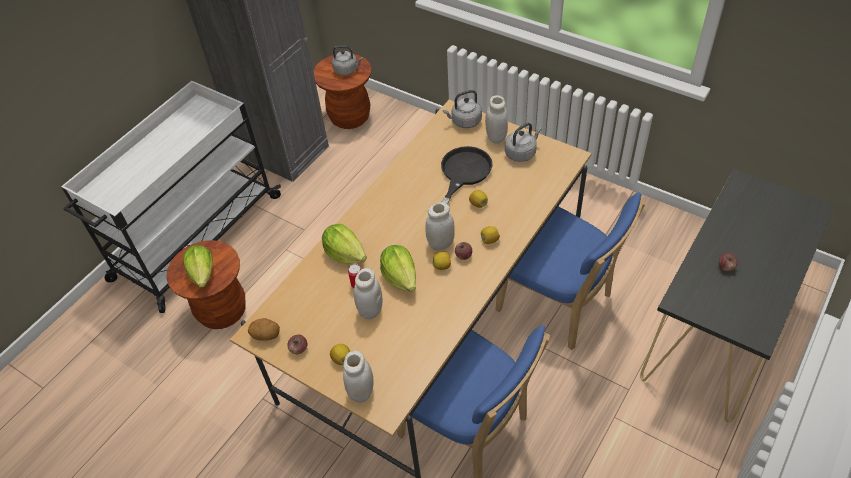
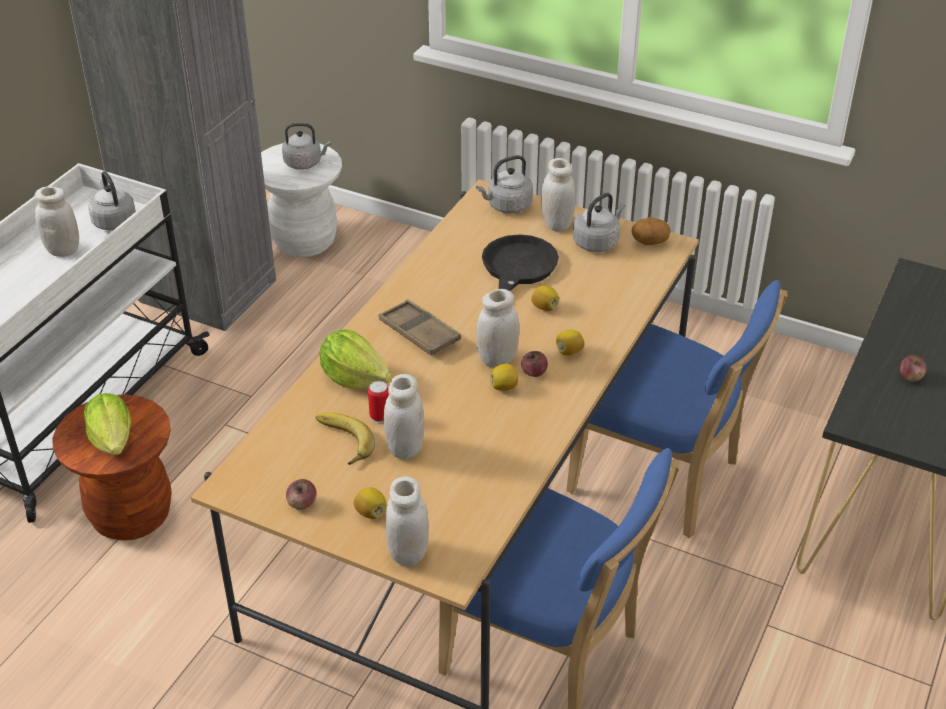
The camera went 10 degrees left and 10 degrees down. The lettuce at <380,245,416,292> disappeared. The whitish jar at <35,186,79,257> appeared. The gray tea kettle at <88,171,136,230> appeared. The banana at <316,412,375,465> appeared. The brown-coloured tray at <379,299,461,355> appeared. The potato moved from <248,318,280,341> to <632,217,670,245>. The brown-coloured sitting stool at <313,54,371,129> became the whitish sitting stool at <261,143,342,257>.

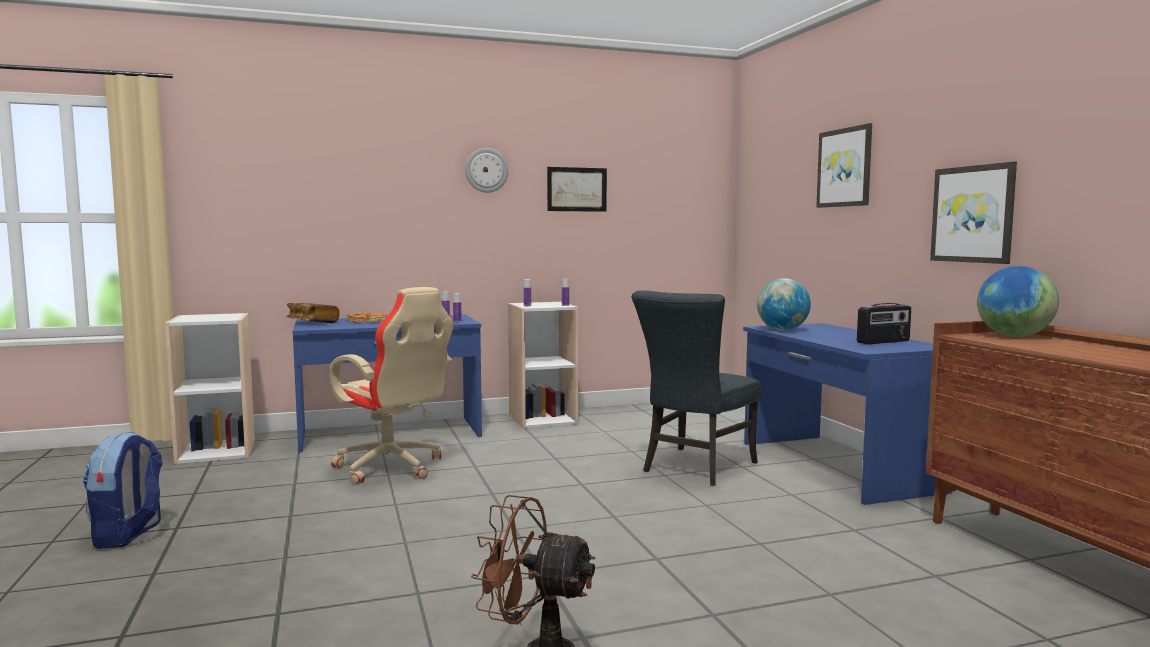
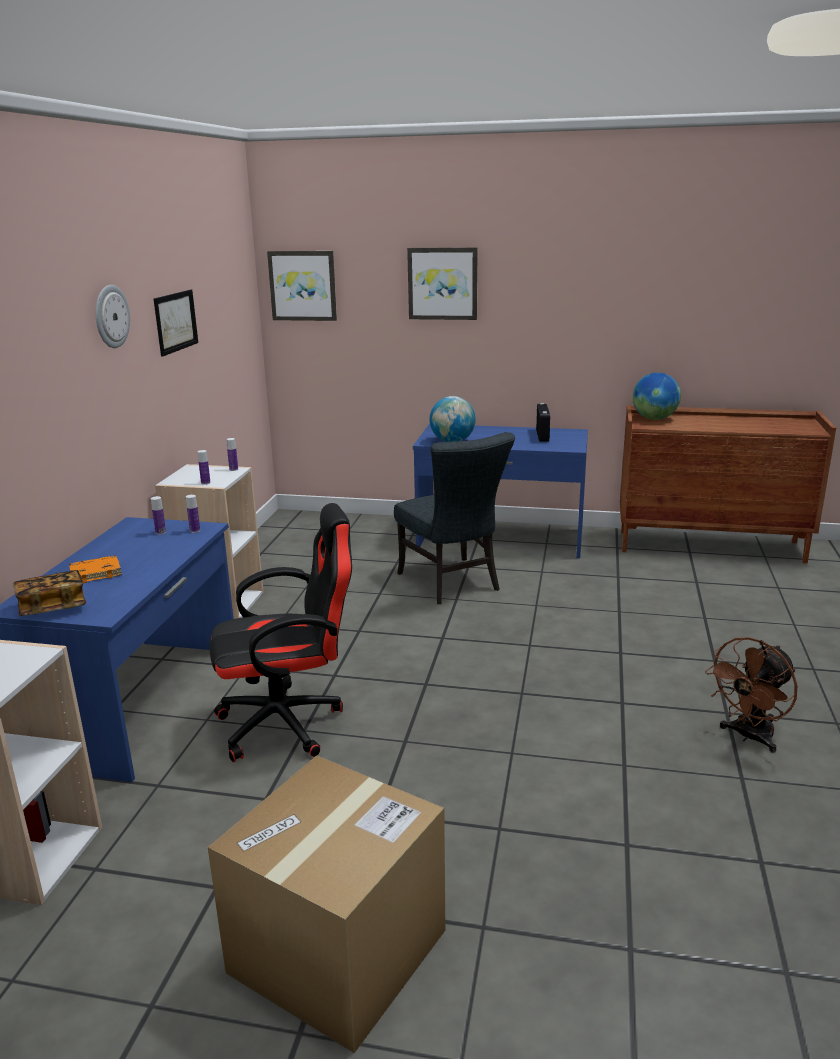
The camera went 60 degrees left and 15 degrees up. The wall picture moved from <930,161,1017,264> to <267,251,337,321>. The rucksack at <82,431,163,549> was replaced by the carton at <208,756,445,1053>. The sand-coloured computer chair at <330,287,453,485> became the blackish computer chair at <210,503,352,762>.

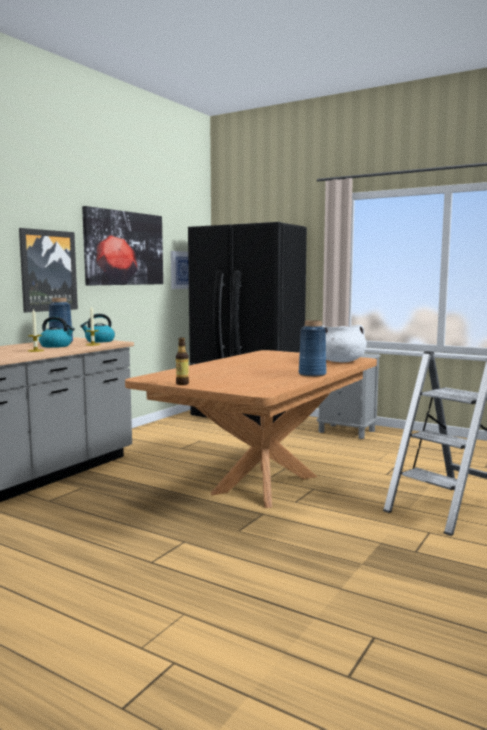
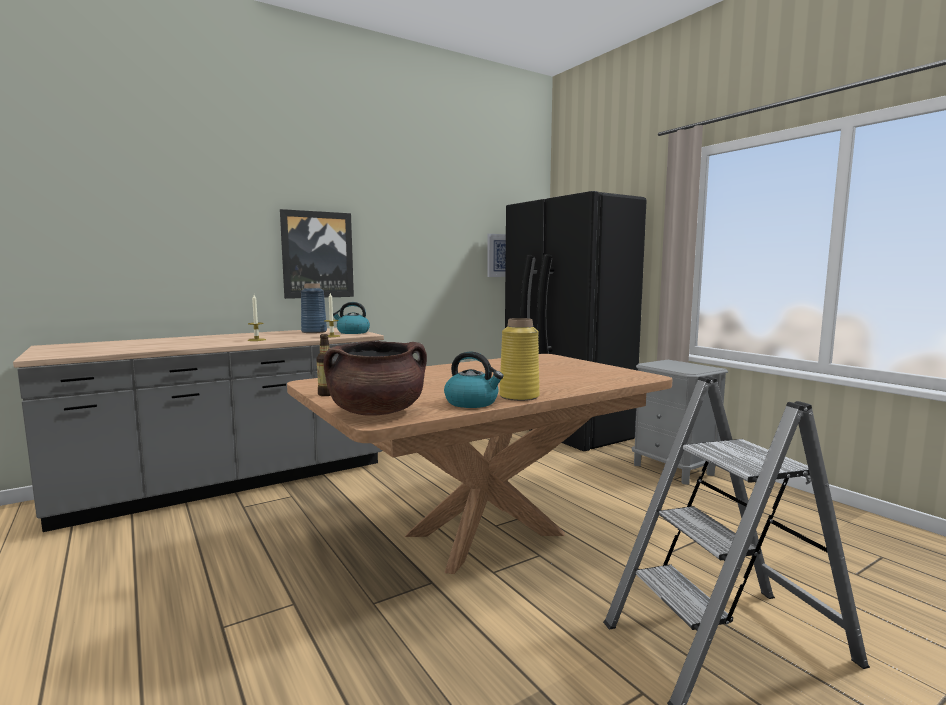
The camera went 25 degrees right and 0 degrees up. The wall picture at <82,206,163,286> disappeared. The whitish saucepot at <322,325,367,362> disappeared. The brown-coloured saucepot at <324,341,427,416> appeared. The tea kettle moved from <39,316,75,348> to <444,352,504,408>. The bluish flower vase at <299,320,326,377> became the yellowish flower vase at <499,318,540,401>.

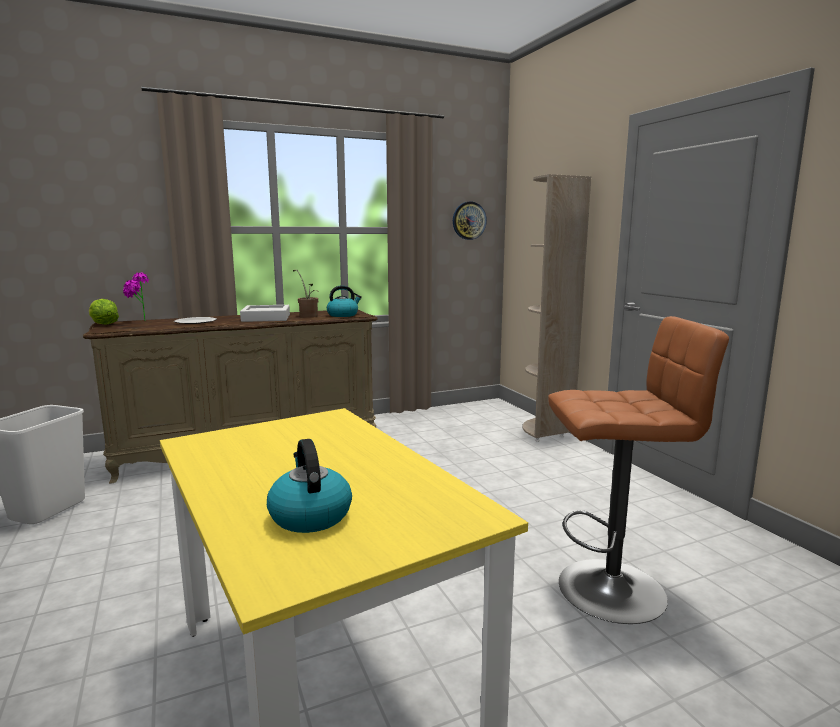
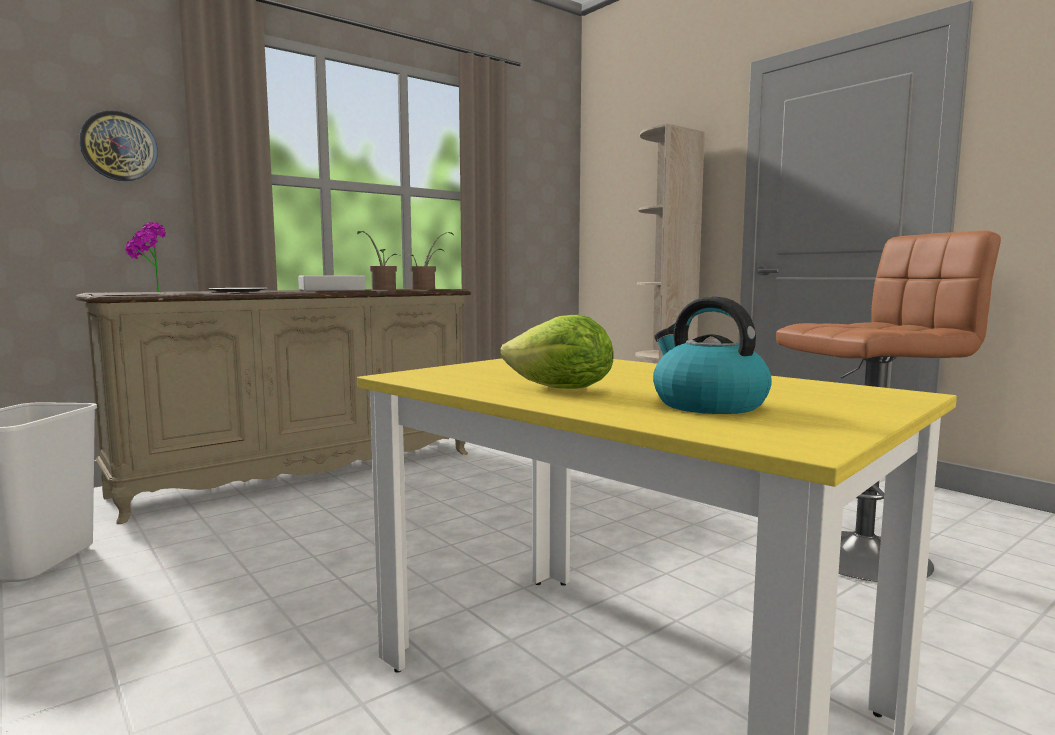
The camera went 15 degrees left and 5 degrees down. The lettuce moved from <89,299,119,325> to <500,315,614,389>. The clock on the wall moved from <453,202,487,240> to <79,111,158,181>. The tea kettle at <327,285,362,317> was replaced by the houseplant at <407,232,454,289>.

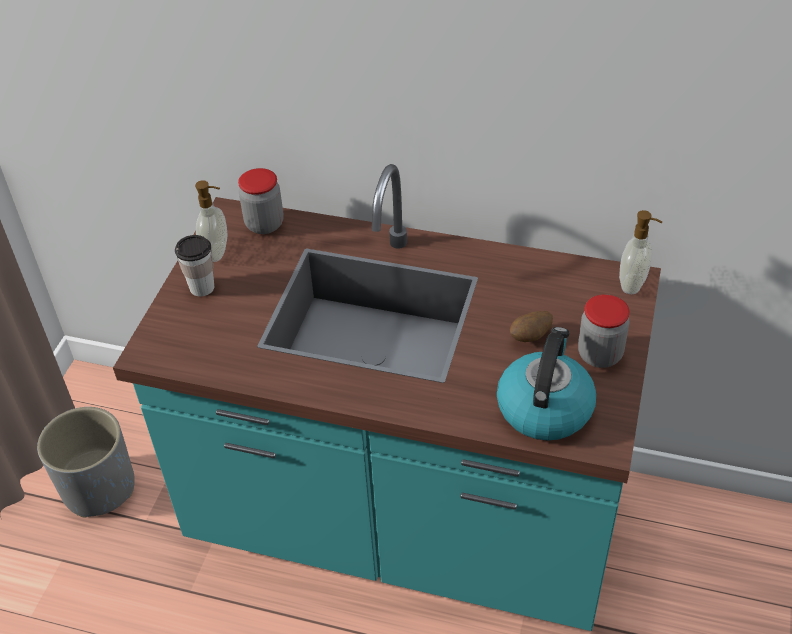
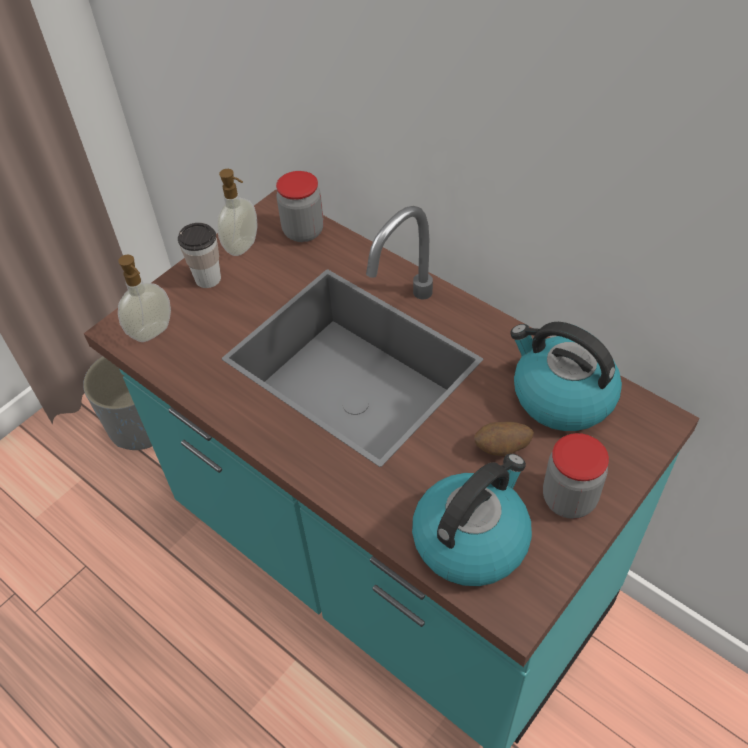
The camera went 25 degrees right and 5 degrees up. The tea kettle at <510,322,622,431> appeared. The soap bottle moved from <619,210,662,294> to <118,255,171,342>.

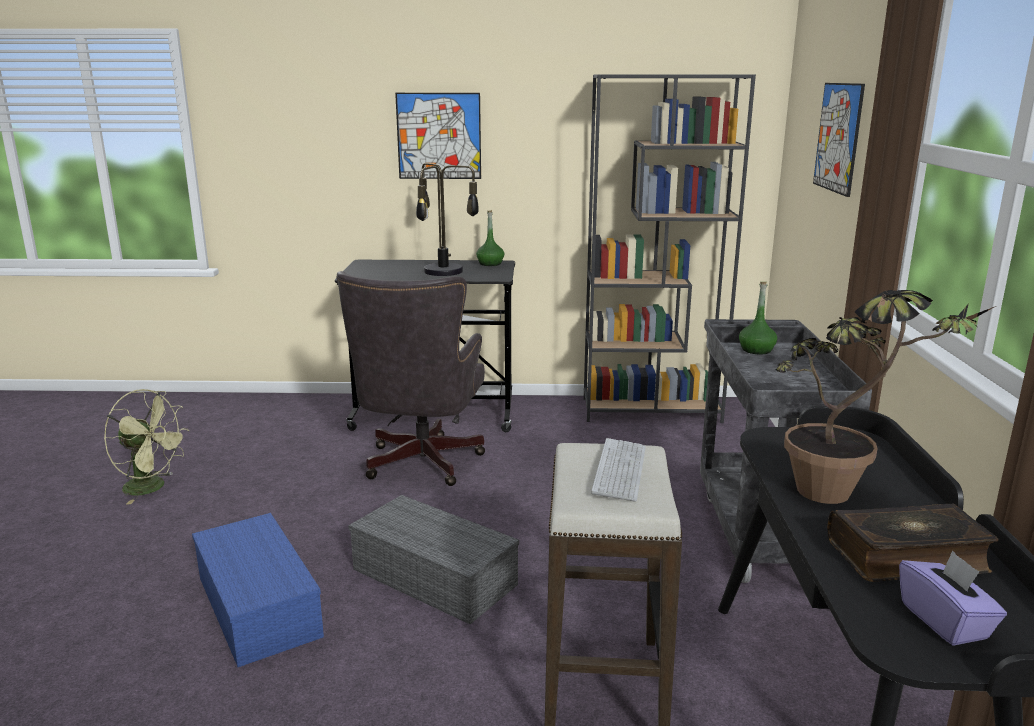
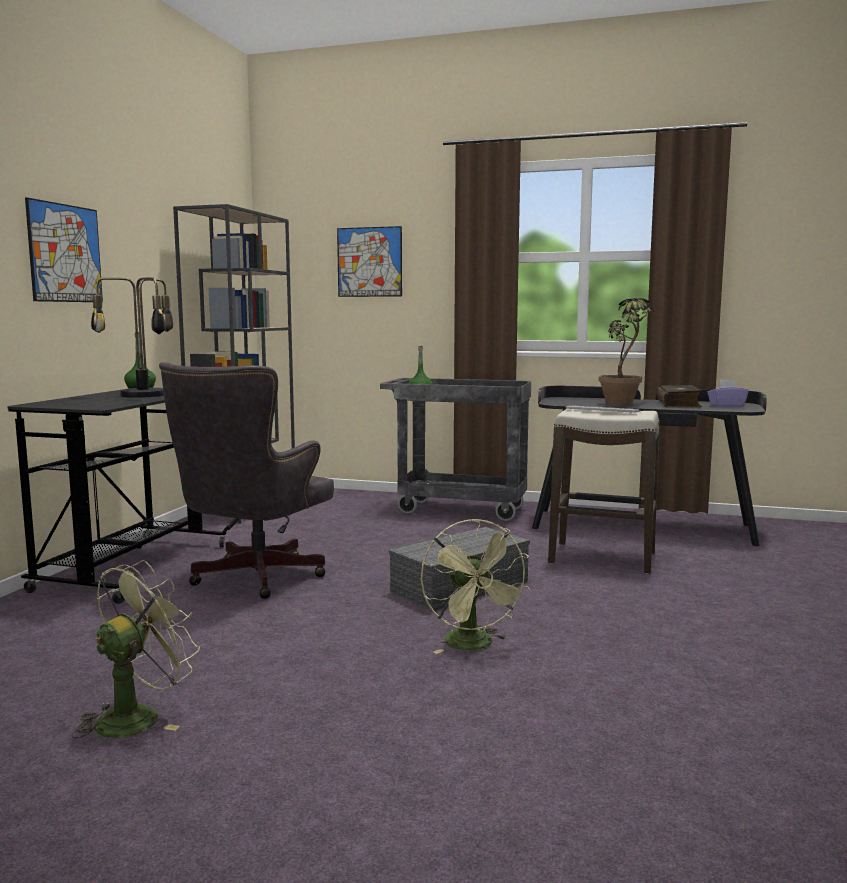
The camera went 75 degrees left and 10 degrees down. The bluish storage bin at <192,513,324,667> was replaced by the green-coloured fan at <421,519,530,654>. The gray computer chair at <337,271,485,486> turned 90 degrees clockwise.

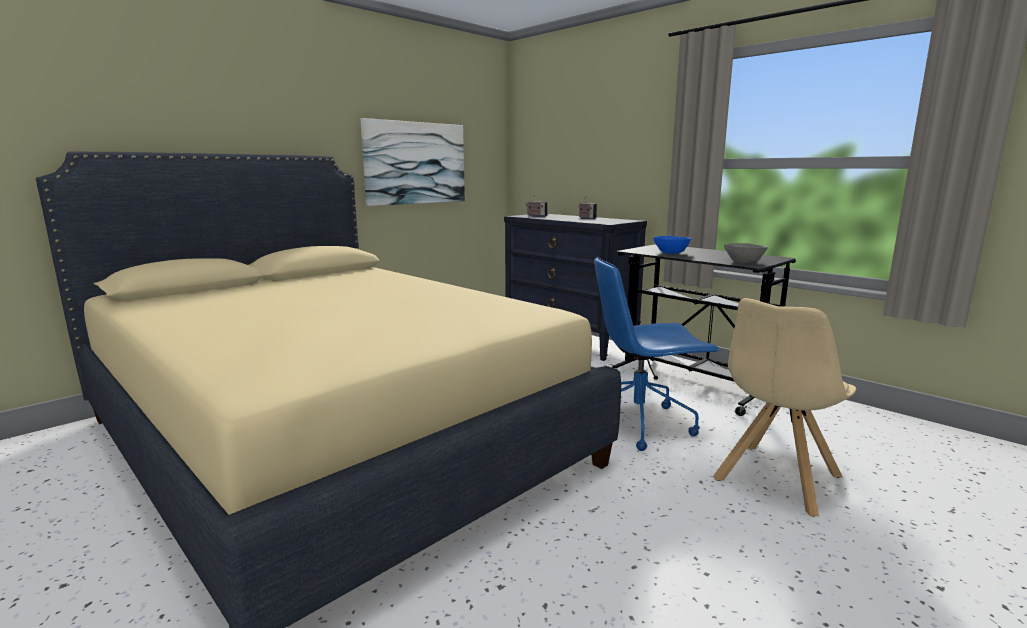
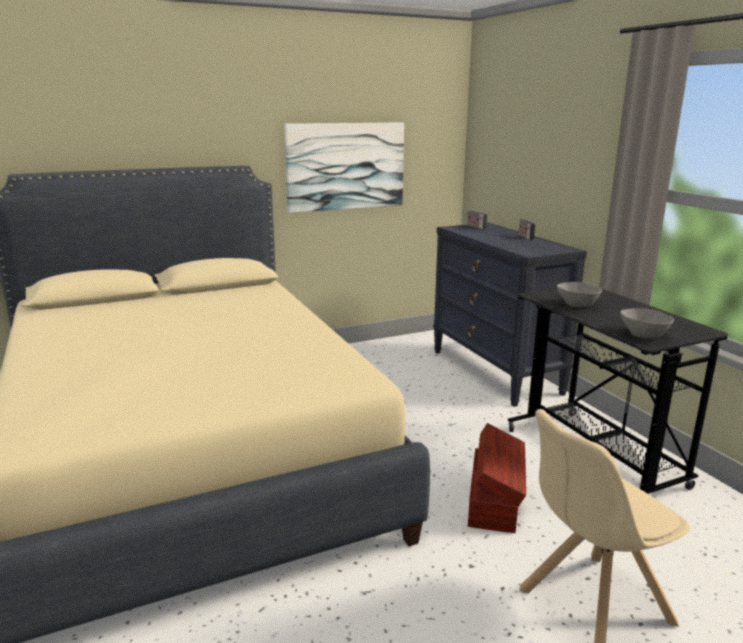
The camera went 20 degrees right and 5 degrees up. The bluish computer chair at <594,256,720,451> was replaced by the brown-coloured storage bin at <468,423,526,533>. The bluish deep dish at <653,236,691,254> became the gray deep dish at <557,282,602,307>.

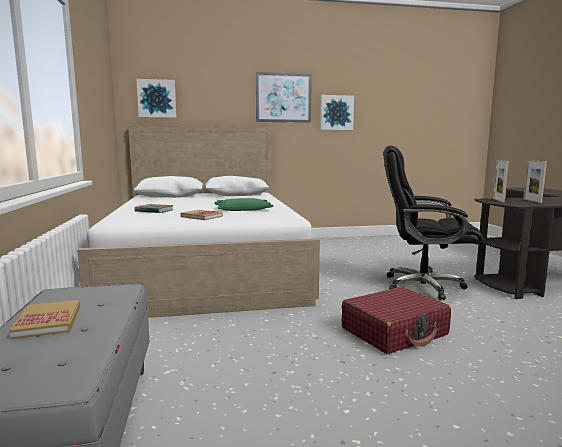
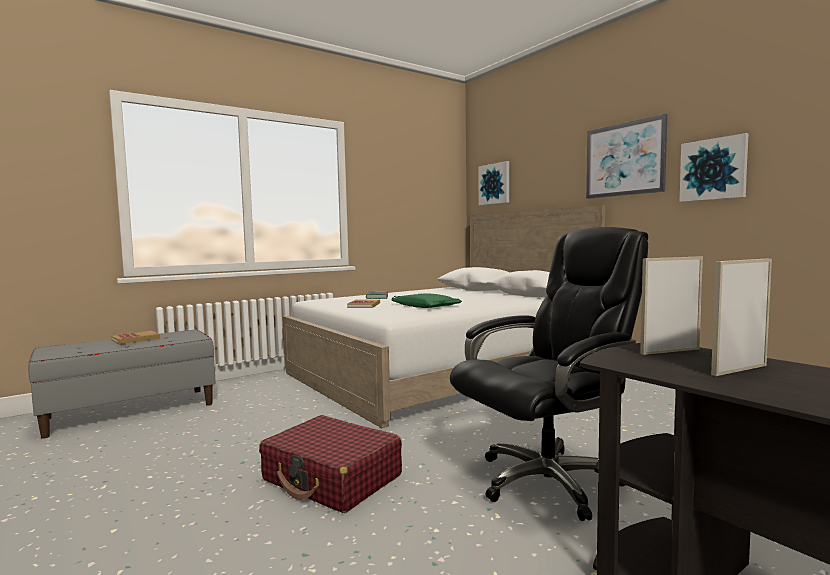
The camera went 65 degrees right and 5 degrees down. The blackish computer chair at <383,145,483,300> turned 75 degrees clockwise.

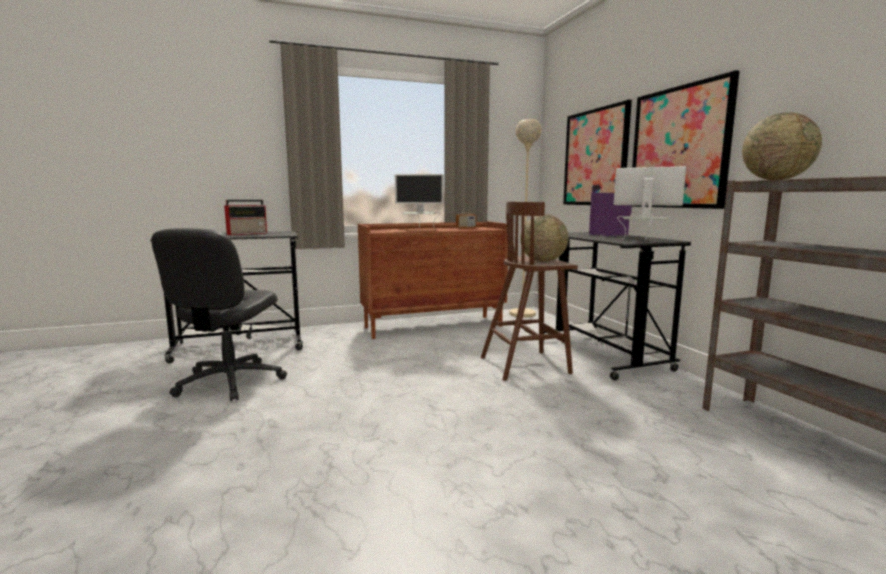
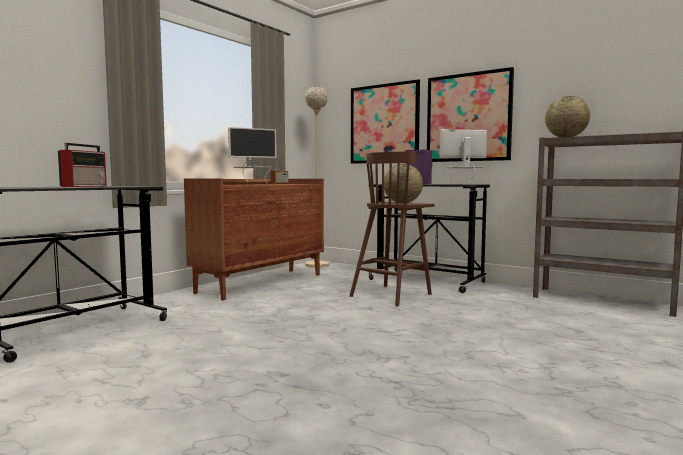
The camera went 35 degrees left and 5 degrees down. The blackish computer chair at <151,228,287,401> disappeared.

